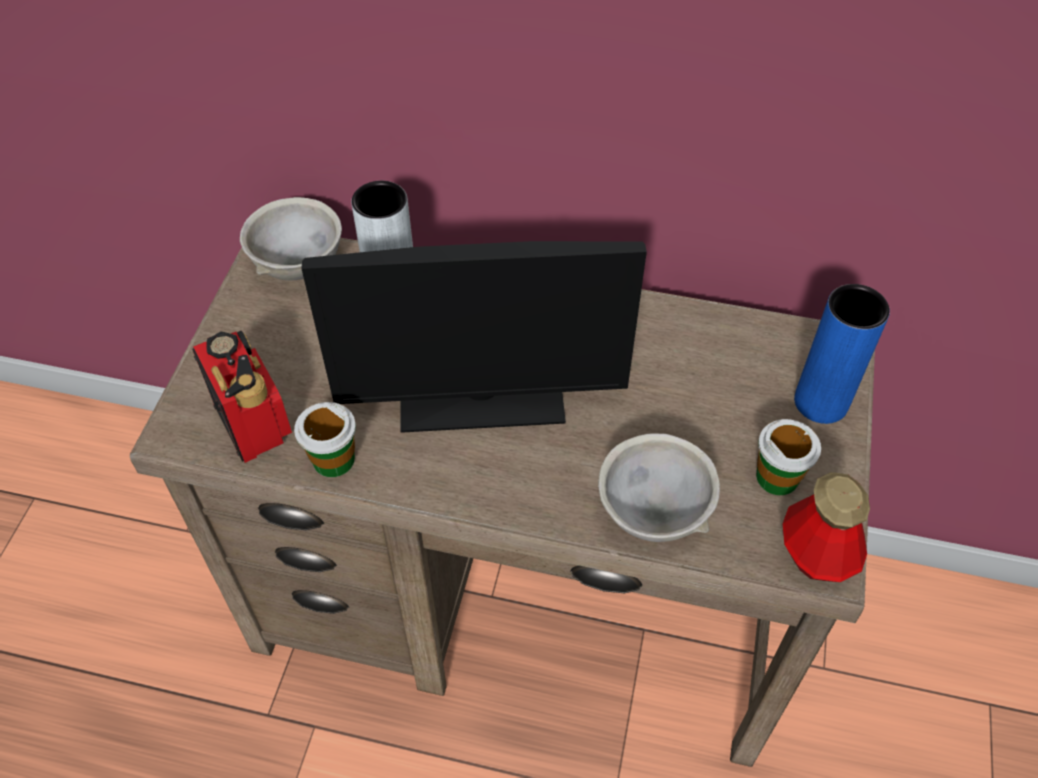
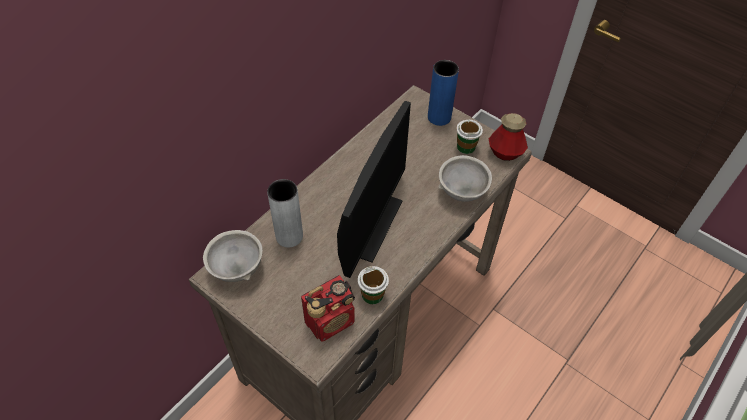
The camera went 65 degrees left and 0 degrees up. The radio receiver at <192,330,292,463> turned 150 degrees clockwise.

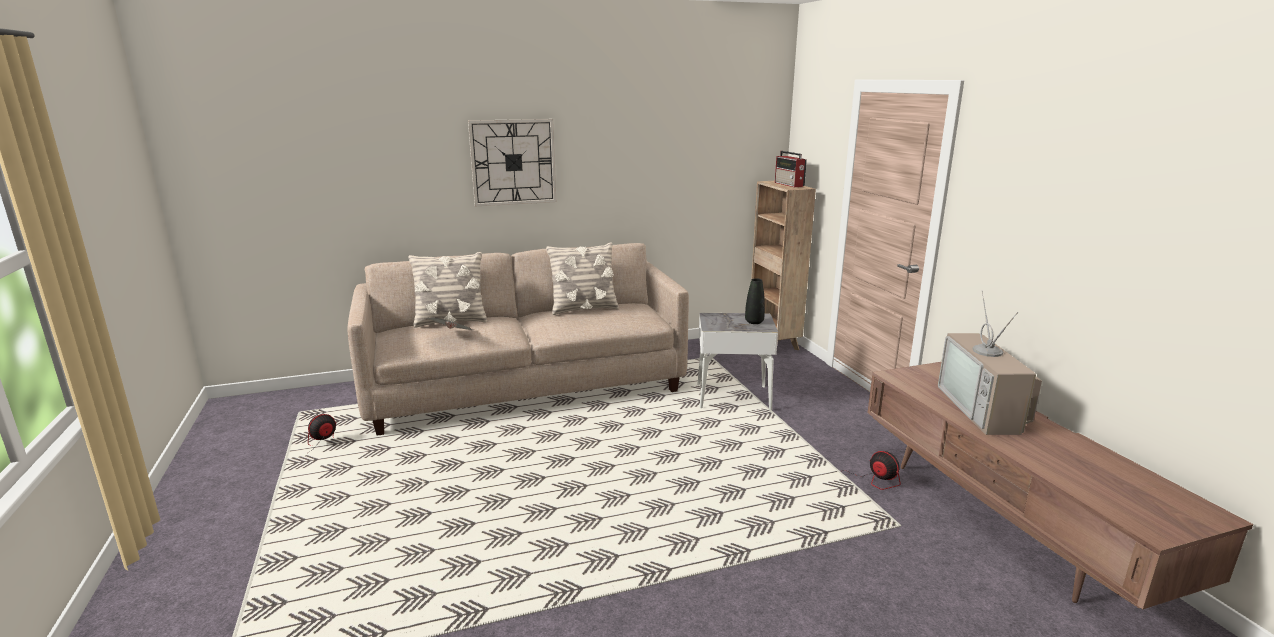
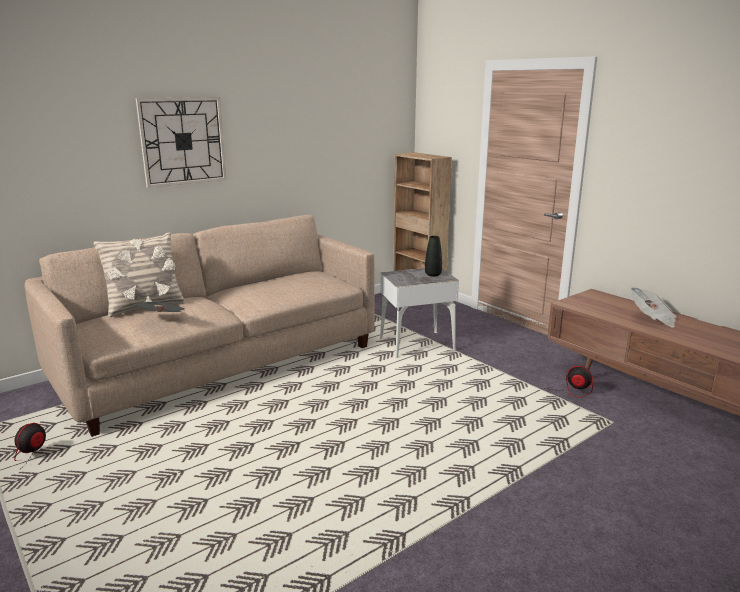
The camera went 20 degrees left and 0 degrees up. The sand-coloured pillow at <546,243,619,315> disappeared. The radio receiver at <775,151,807,187> disappeared. The television at <938,291,1042,435> was replaced by the daily paper at <631,287,677,328>.

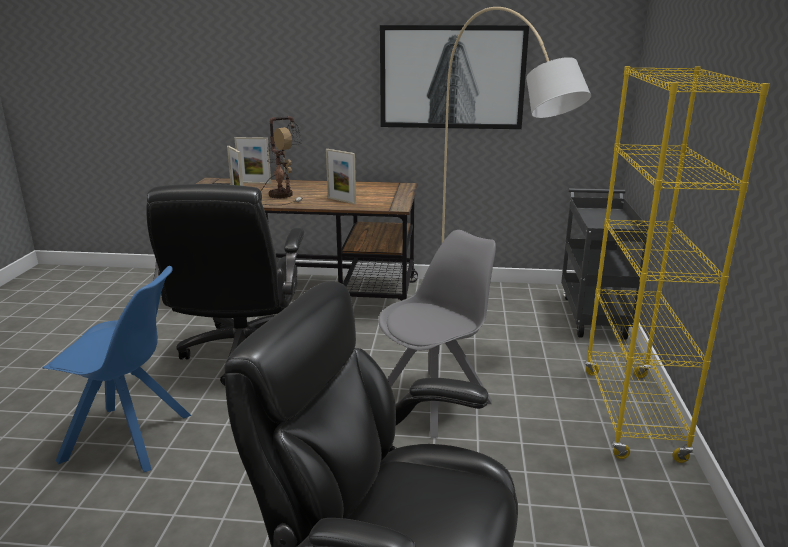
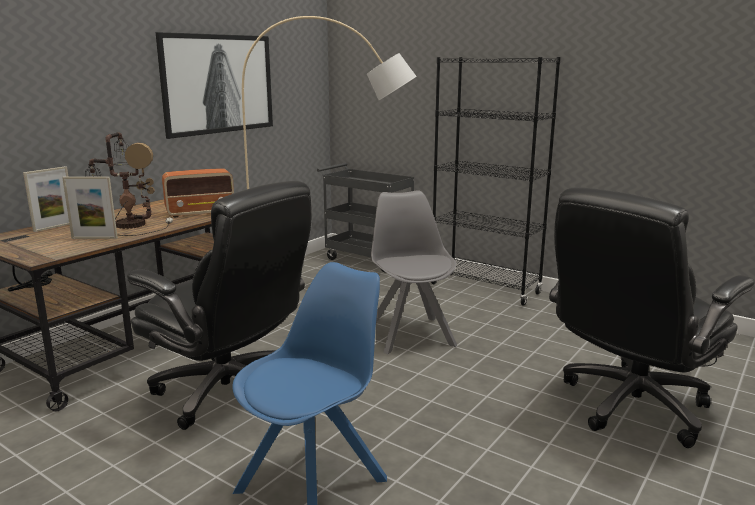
The camera went 60 degrees left and 5 degrees down. The picture frame at <326,149,356,204> was replaced by the radio receiver at <162,168,234,218>. The yellowish shelving unit at <584,66,770,463> became the blackish shelving unit at <431,57,561,306>.

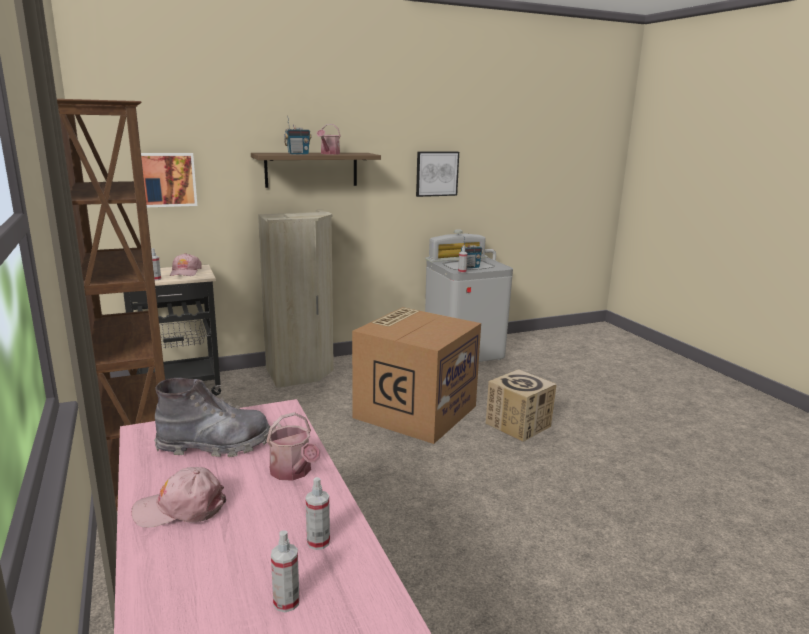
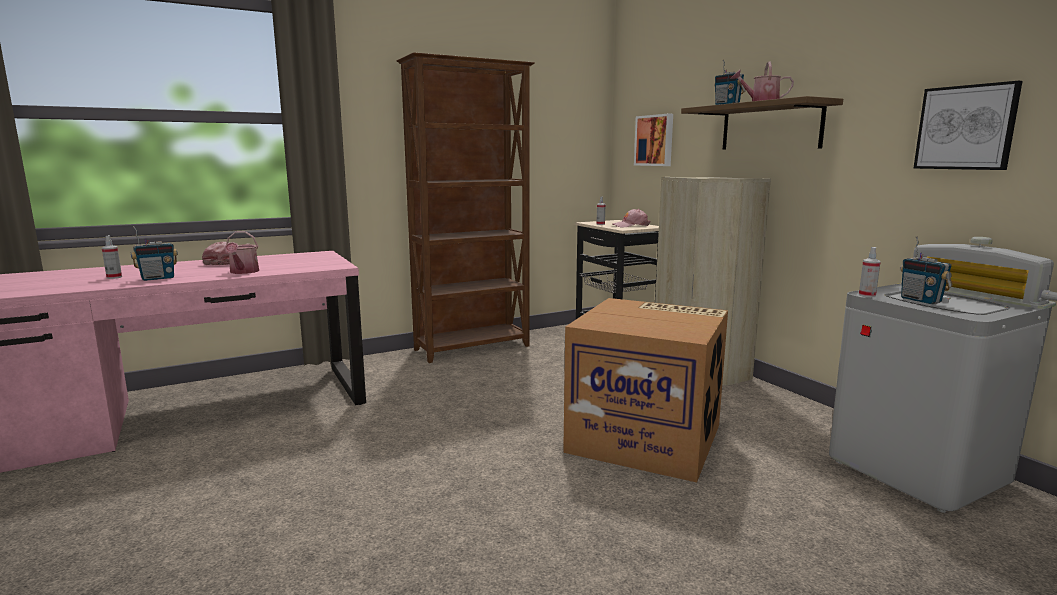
The camera went 85 degrees right and 5 degrees down. The gray boot at <154,378,270,457> disappeared. The carton at <486,369,557,442> disappeared. The spray bottle at <306,477,330,550> was replaced by the radio receiver at <131,226,178,281>. The watering can at <266,412,321,481> turned 60 degrees counterclockwise.

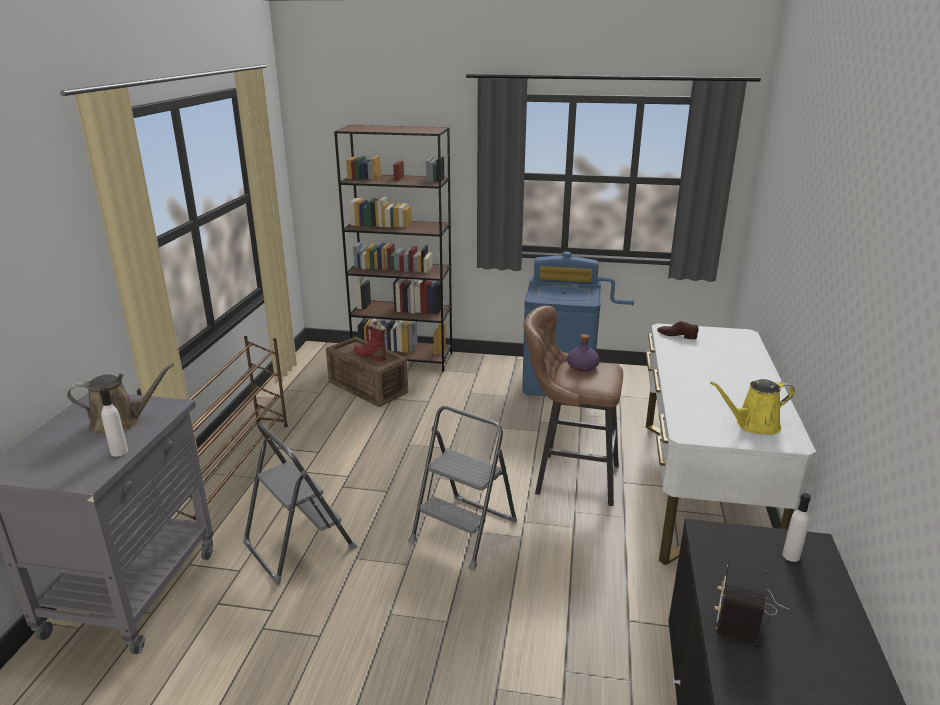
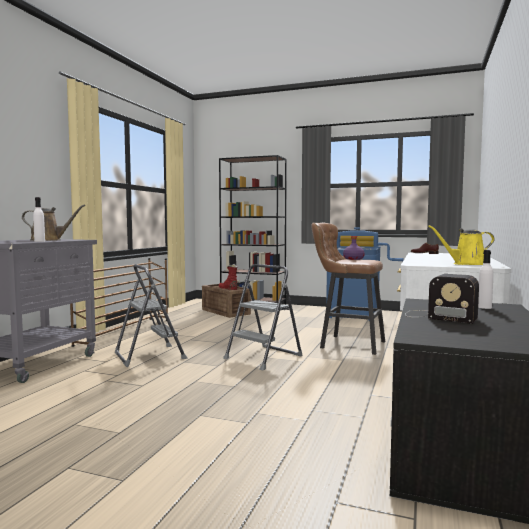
The camera went 10 degrees right and 20 degrees down. The radio receiver at <714,561,788,645> turned 90 degrees counterclockwise.

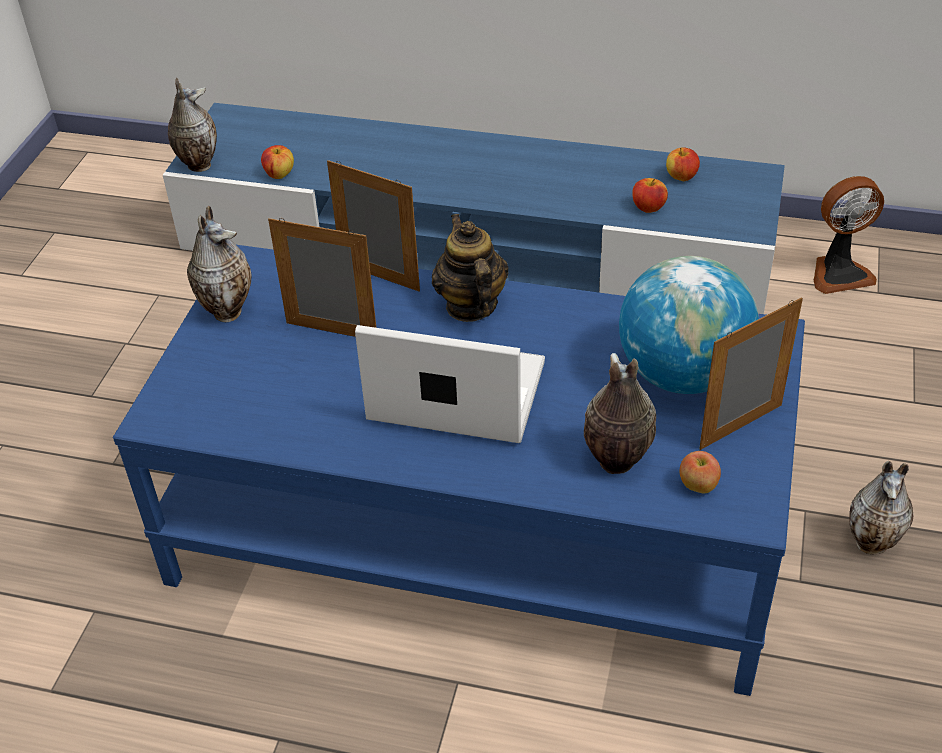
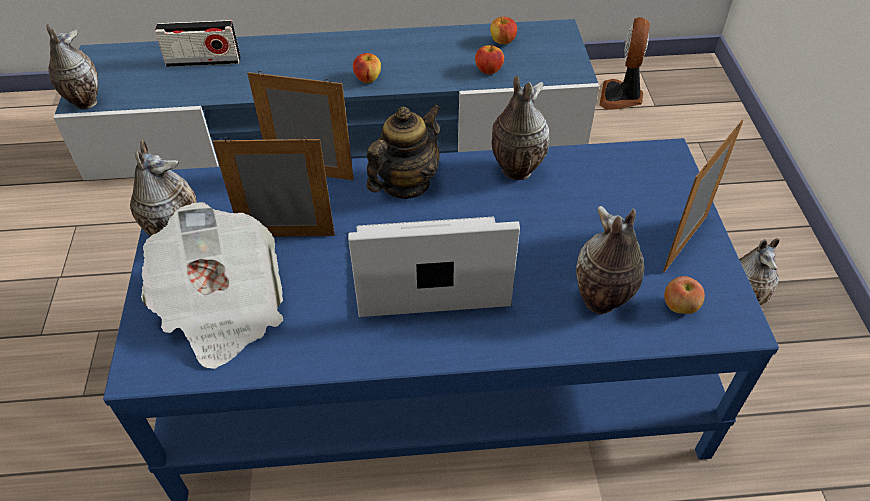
The camera went 20 degrees left and 5 degrees up. The globe at <619,256,759,394> disappeared. The daily paper at <141,202,283,369> appeared. The radio receiver at <155,20,241,67> appeared. The flower vase at <492,76,549,180> appeared. The apple moved from <261,145,294,179> to <353,53,381,83>. The tea pot at <432,214,508,322> turned 75 degrees clockwise. The fan at <814,176,884,294> turned 135 degrees clockwise.

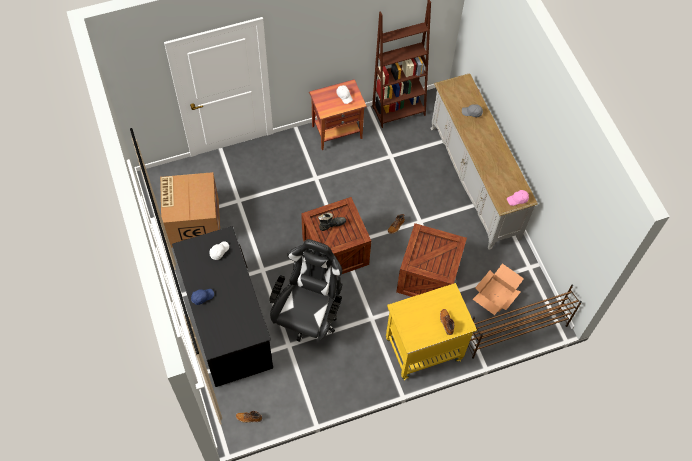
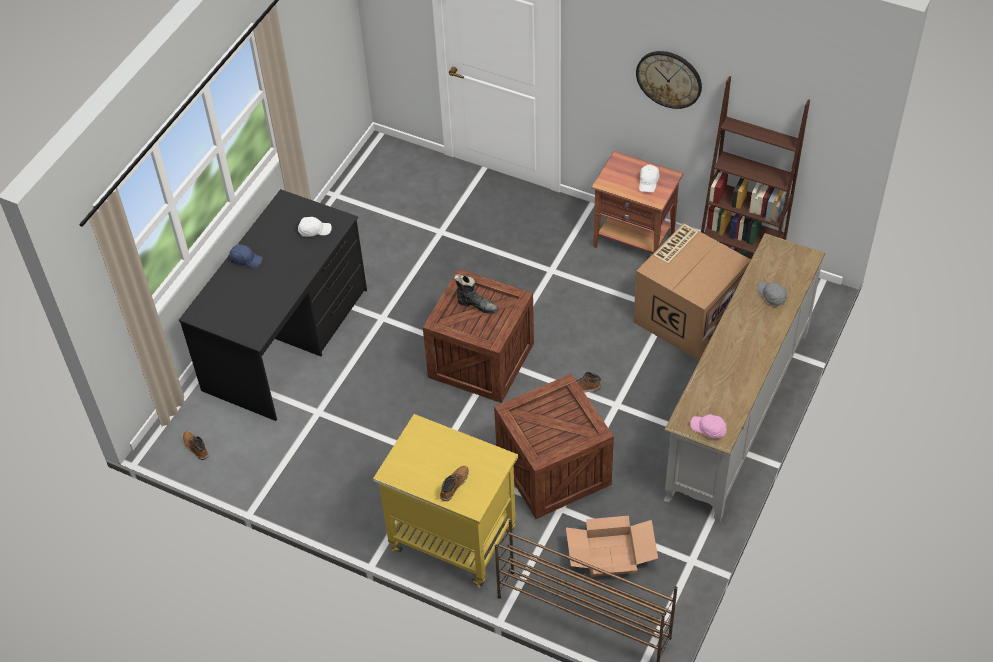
The camera went 50 degrees right and 10 degrees down. The blackish computer chair at <269,239,342,342> disappeared. The clock on the wall at <636,51,702,109> appeared. The carton moved from <160,172,220,248> to <633,223,751,361>.

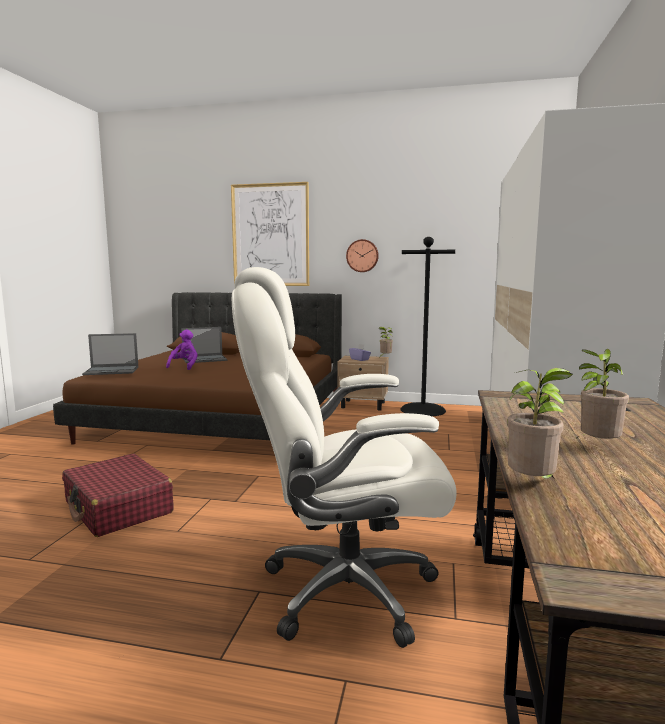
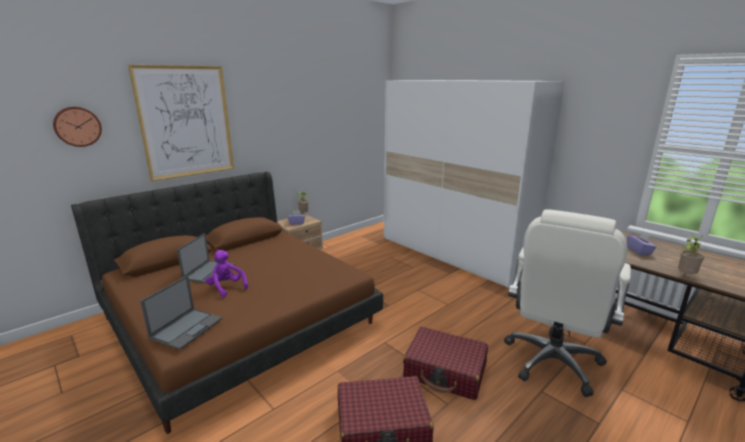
The camera went 55 degrees left and 10 degrees up. The blackish clothes rack at <401,237,455,416> disappeared. The reddish suitcase at <403,327,488,400> appeared. The clock on the wall moved from <346,239,379,272> to <53,107,102,147>. The houseplant at <576,349,629,439> was replaced by the purple-coloured tissue box at <627,233,657,255>.

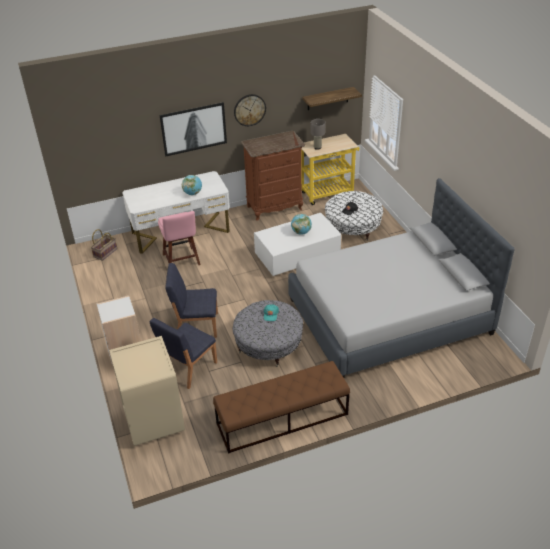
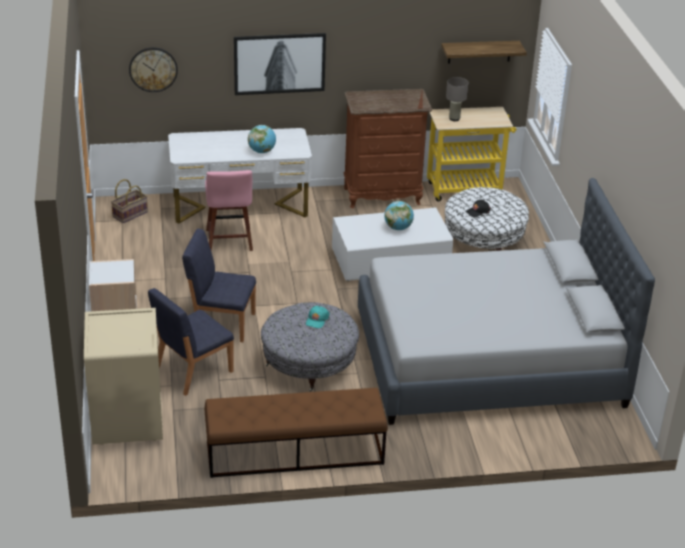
The camera went 10 degrees right and 5 degrees down. The clock on the wall moved from <234,94,266,126> to <129,47,178,92>.

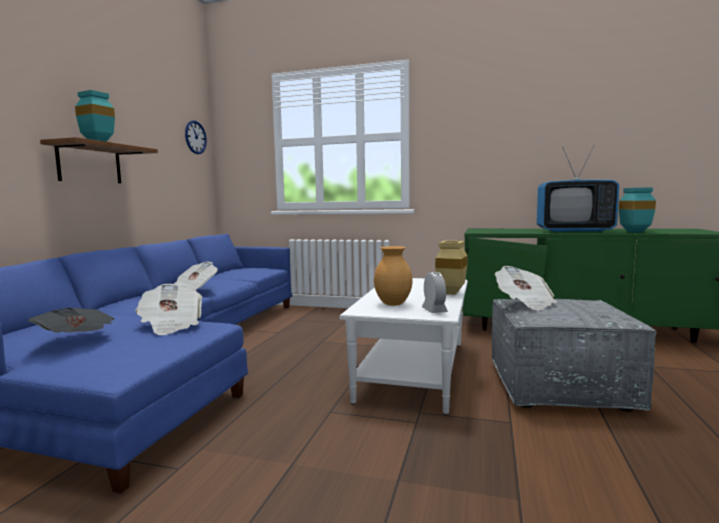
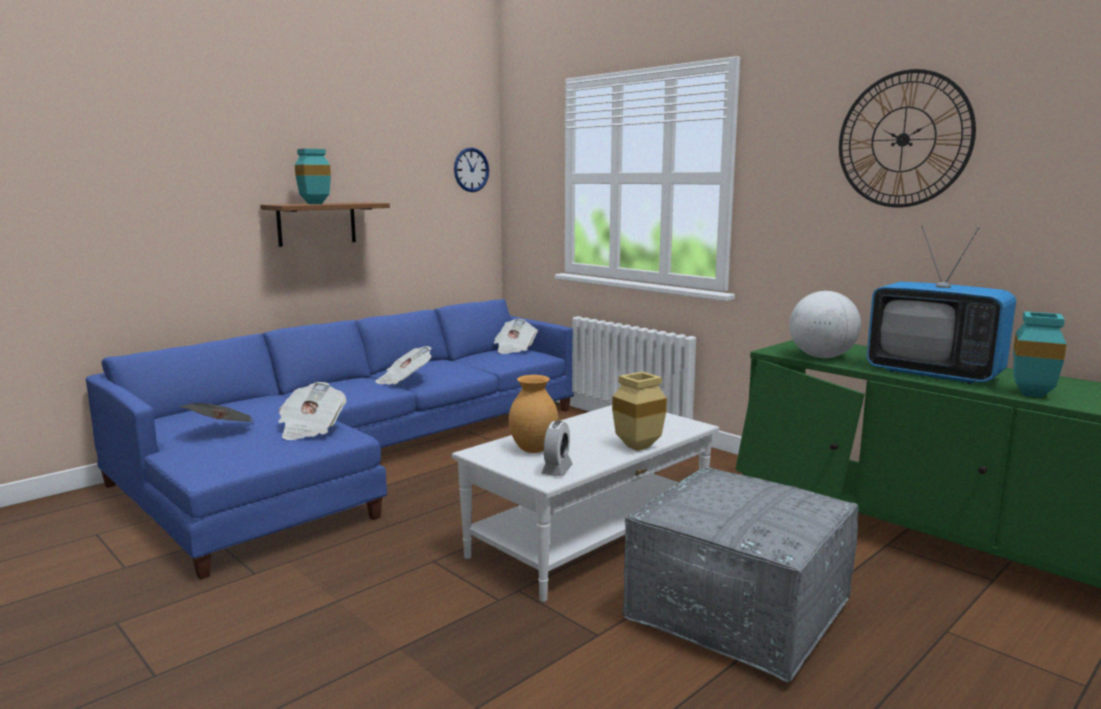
The camera went 30 degrees right and 5 degrees up. The globe at <790,291,861,358> appeared. The clock on the wall at <839,69,976,208> appeared. The daily paper moved from <495,266,557,311> to <494,319,538,354>.

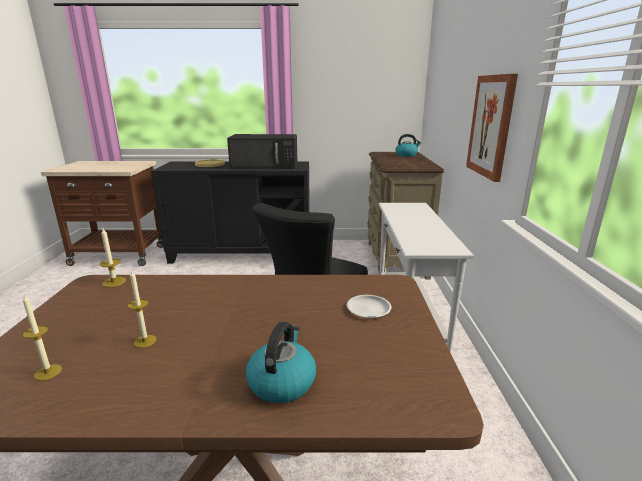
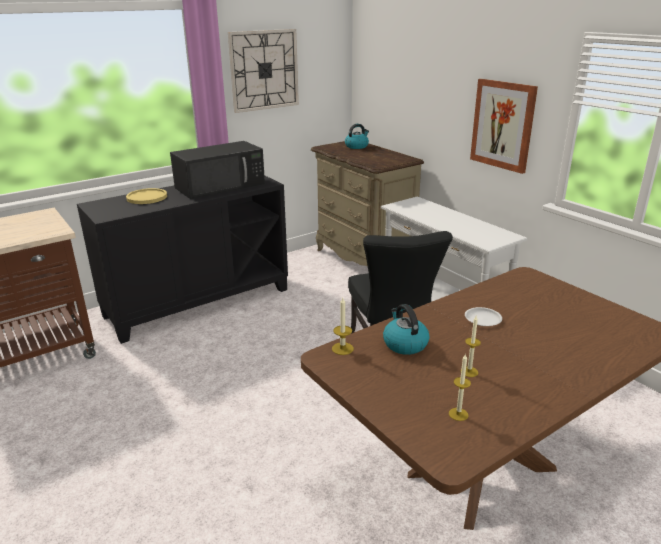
The camera went 35 degrees left and 5 degrees up. The clock on the wall at <228,29,299,113> appeared. The tea kettle moved from <246,322,316,403> to <383,304,430,355>. The whitish flat dish moved from <347,295,392,318> to <465,307,502,326>.

